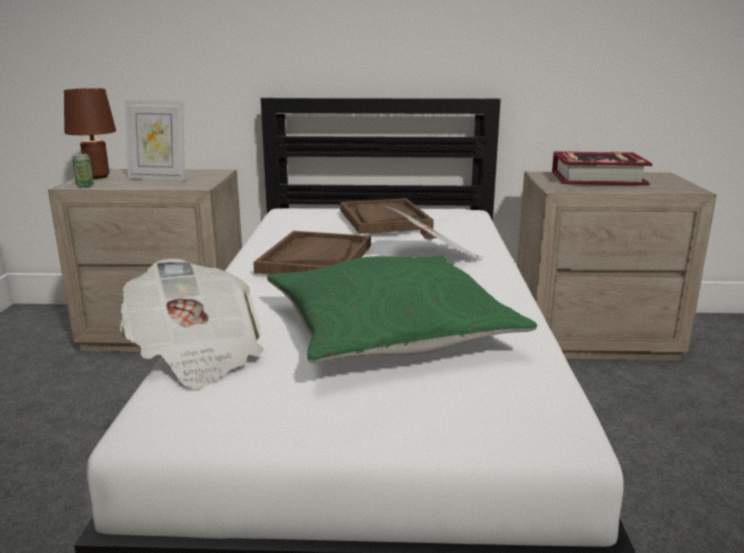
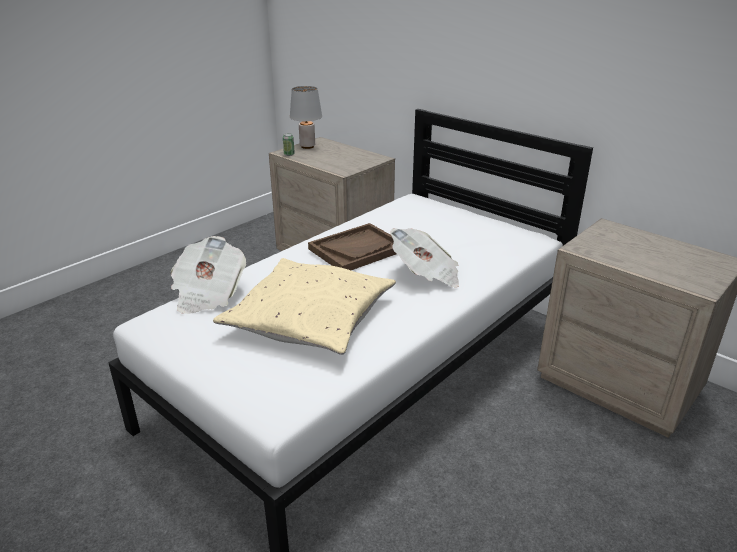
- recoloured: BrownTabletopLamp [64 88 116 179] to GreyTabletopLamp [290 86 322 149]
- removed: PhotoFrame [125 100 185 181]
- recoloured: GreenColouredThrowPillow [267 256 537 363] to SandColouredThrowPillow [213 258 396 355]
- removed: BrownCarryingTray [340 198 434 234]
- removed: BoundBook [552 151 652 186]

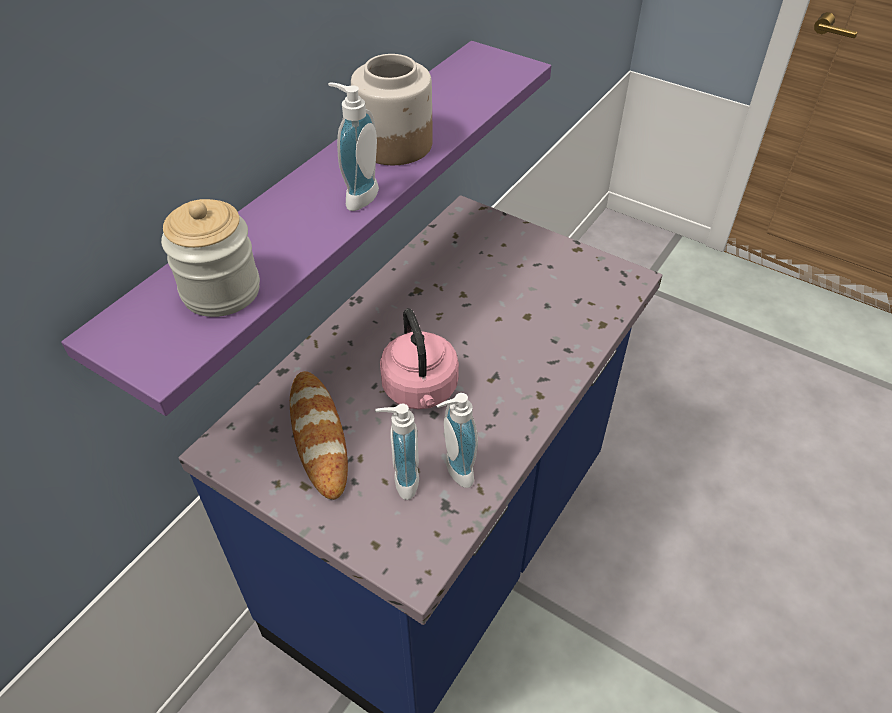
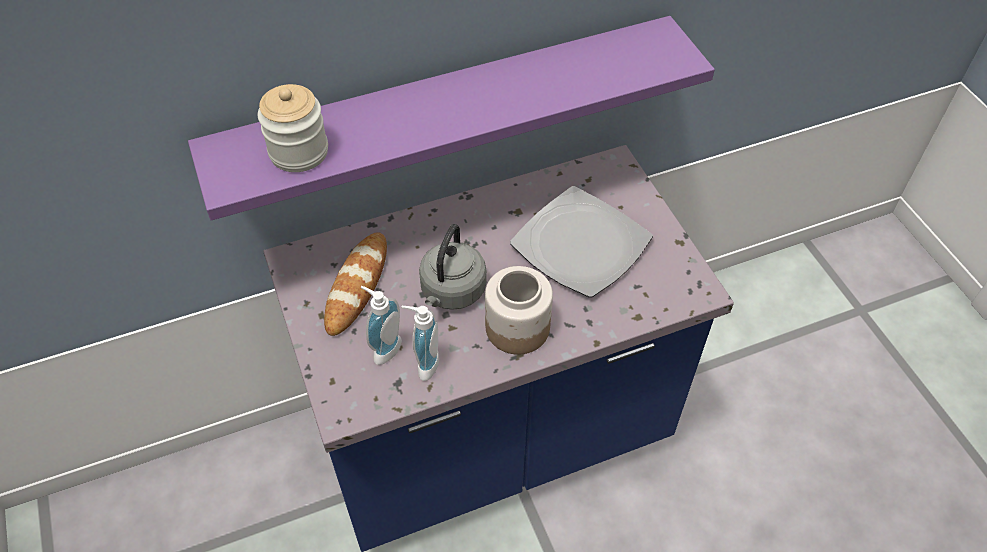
- removed: SoapBottle [328 82 379 211]
- moved: StorageJar [351 54 433 165] to [485 266 553 355]
- recoloured: PinkKettle [380 308 459 409] to GreyKettle [419 224 487 310]
- added: Plate [510 186 653 298]

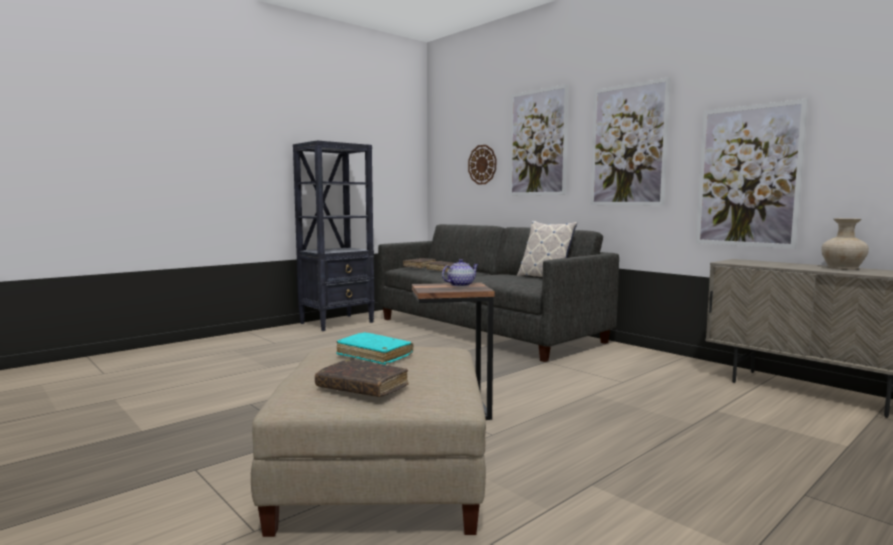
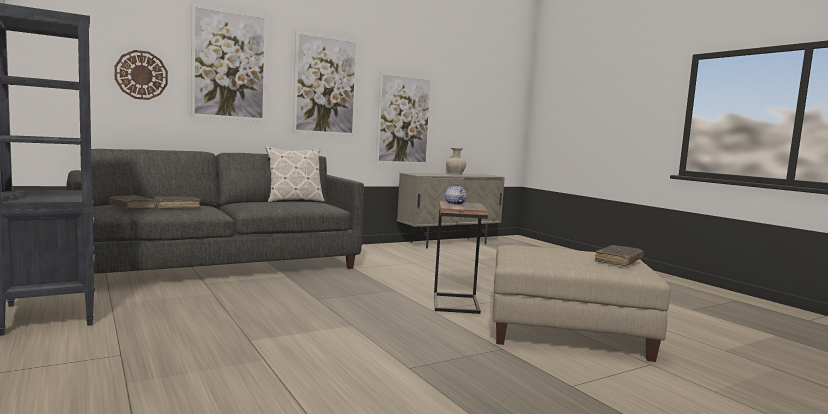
- removed: BlueGreenBoundBook [336 332 413 365]

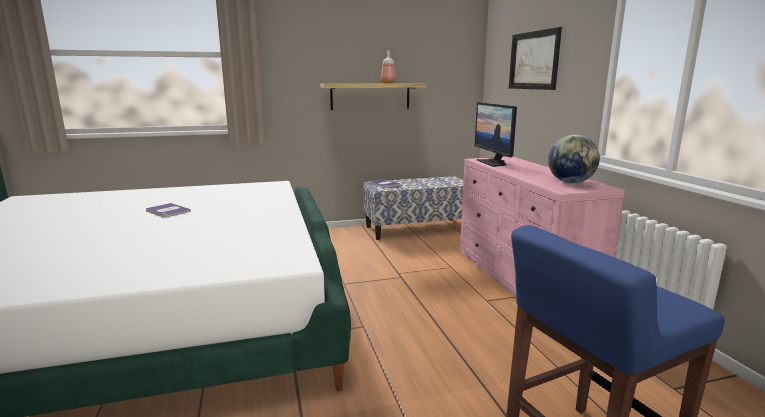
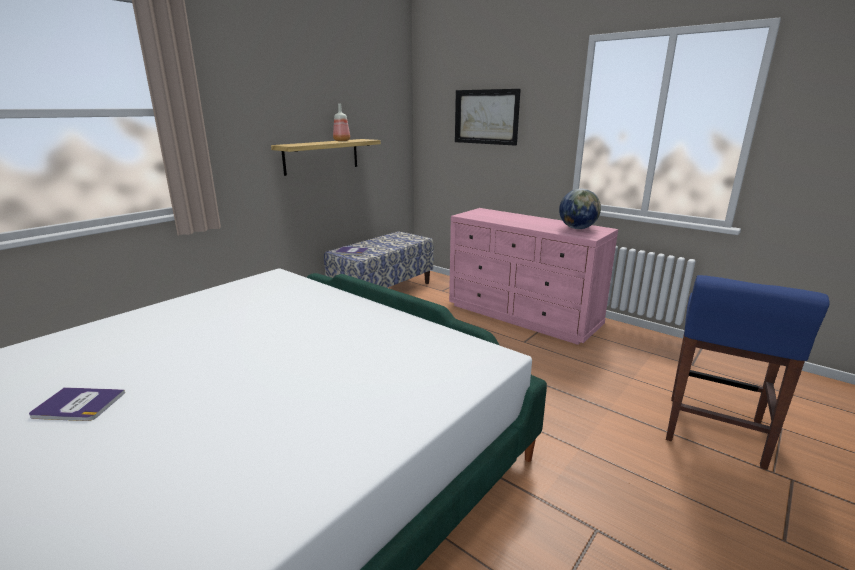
- moved: BoundBook [146 203 191 218] to [29 387 125 421]
- removed: Monitor [475 102 517 167]

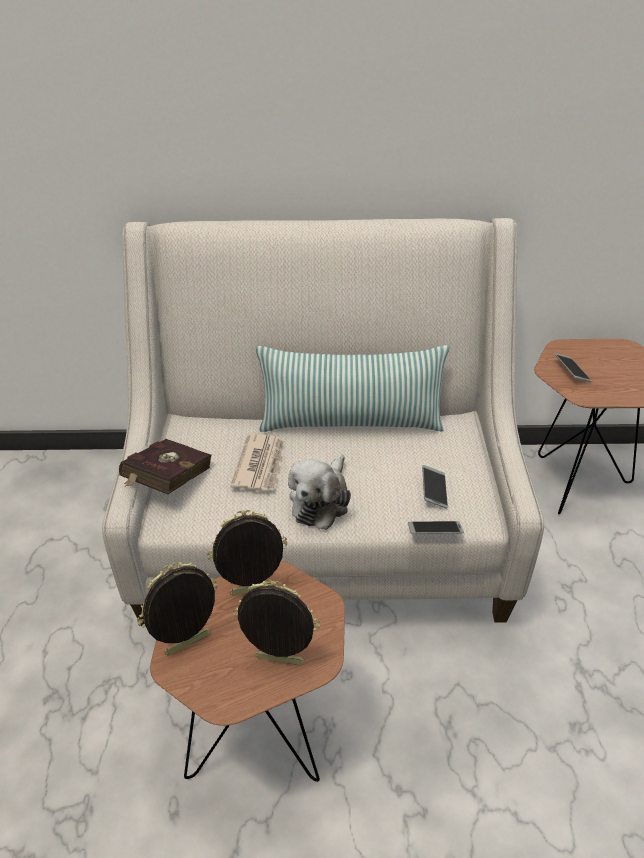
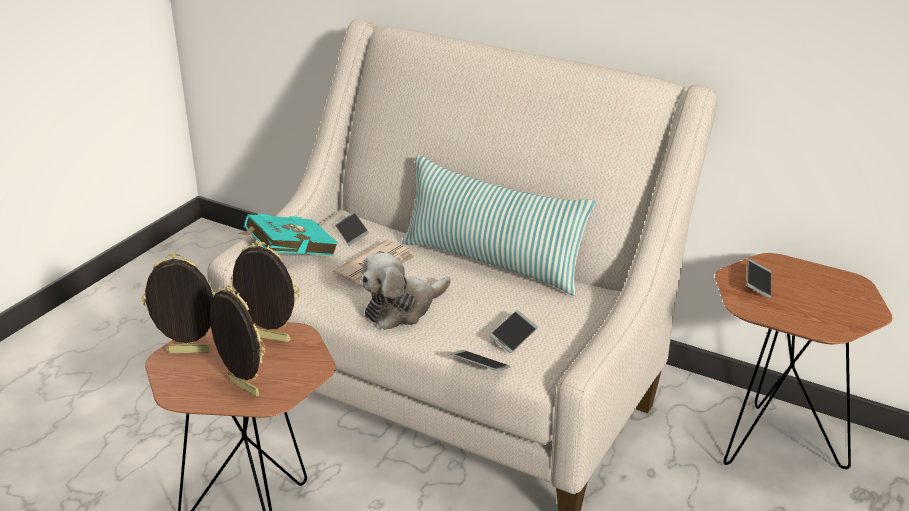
- recoloured: RedColouredBoundBook [119 439 212 495] to BlueGreenBoundBook [238 214 338 256]
- added: Telephone [335 212 369 246]

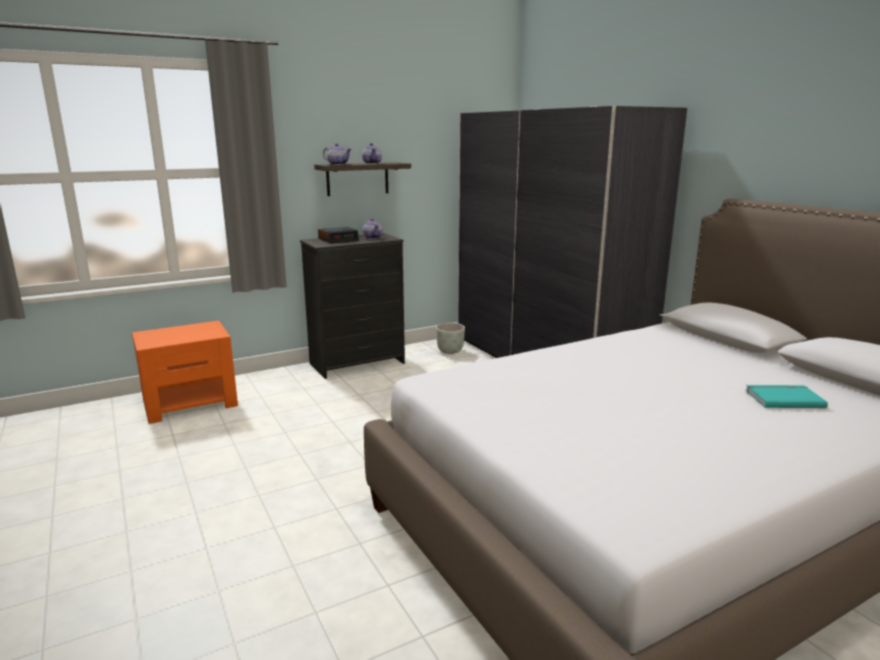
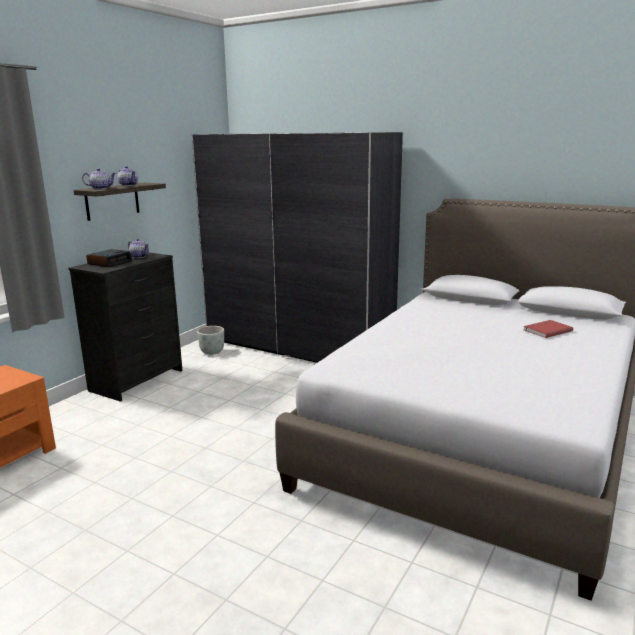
- recoloured: BlueGreenBoundBook [745 385 828 408] to RedColouredBoundBook [524 320 573 338]

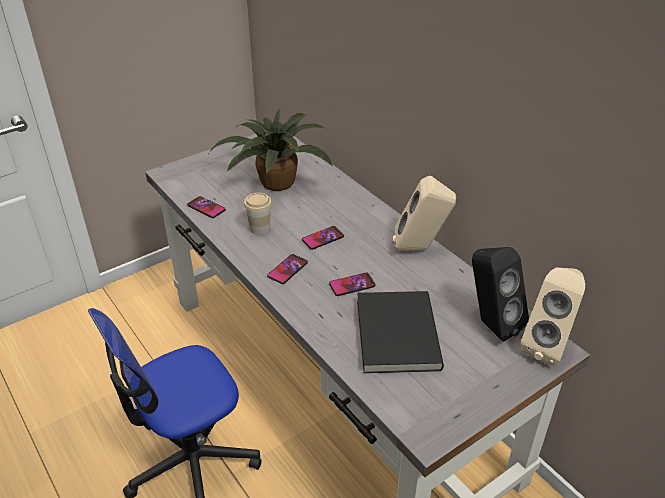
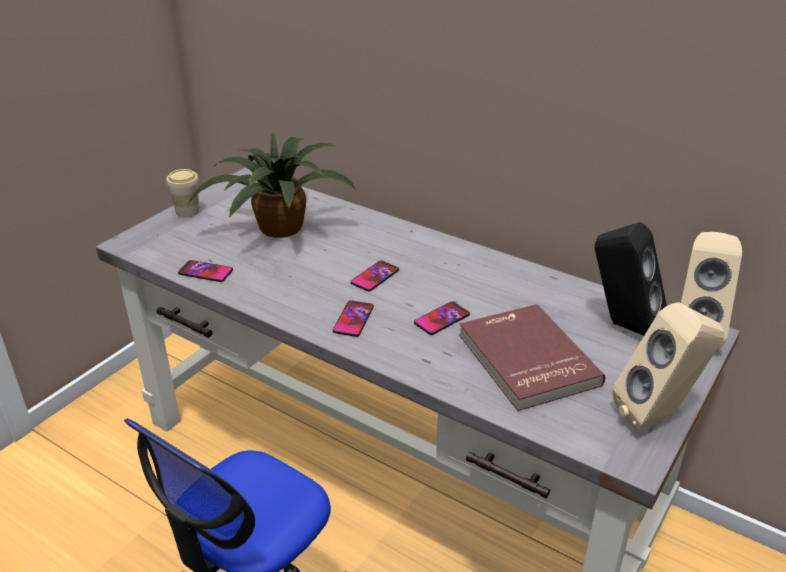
- moved: DrinkingCup [244 193 272 235] to [166 169 199 217]
- recoloured: BlackishBoundBook [357 291 444 373] to RedColouredBoundBook [459 304 605 411]
- moved: SandColouredAudioSpeaker [393 176 456 251] to [612 302 724 430]

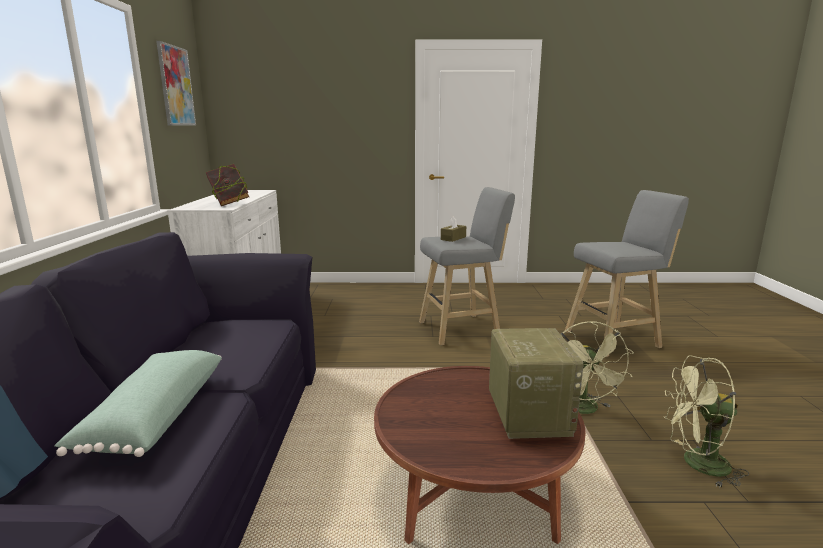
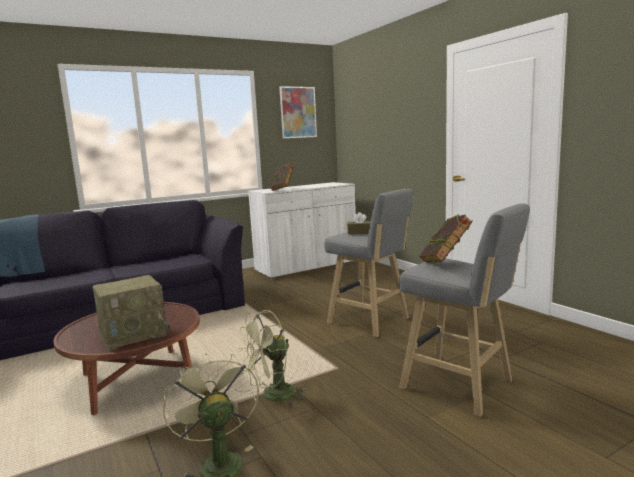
- removed: GreenColouredThrowPillow [54 350 222 457]
- added: BoundBook [419 214 473 263]

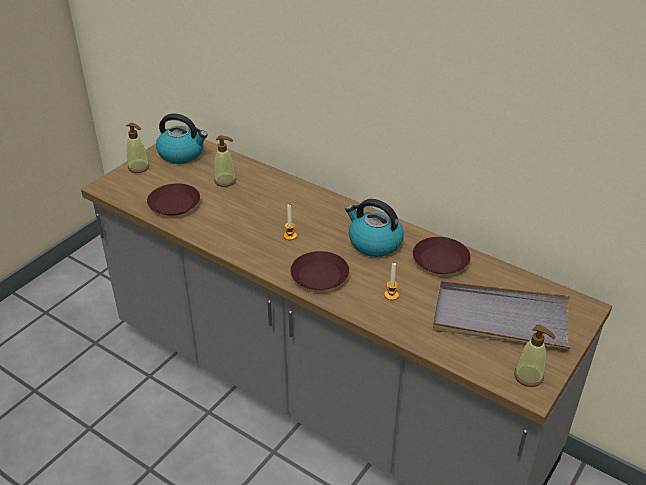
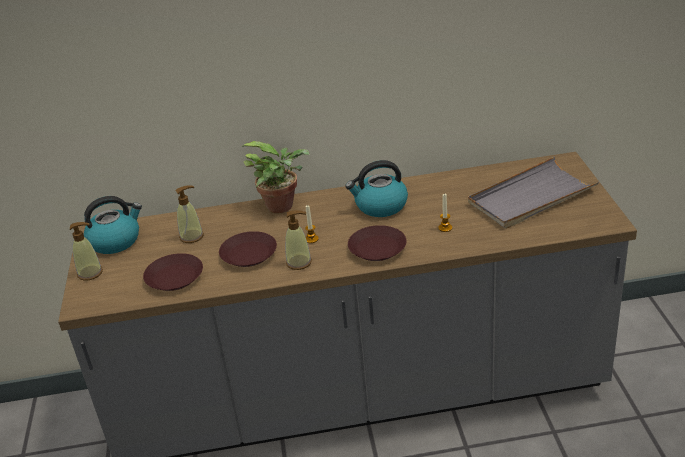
- moved: BrownPlate [413 237 471 274] to [219 231 277 267]
- moved: SoapBottle [514 324 556 387] to [285 210 312 270]
- added: PlantInAPot [242 141 310 213]

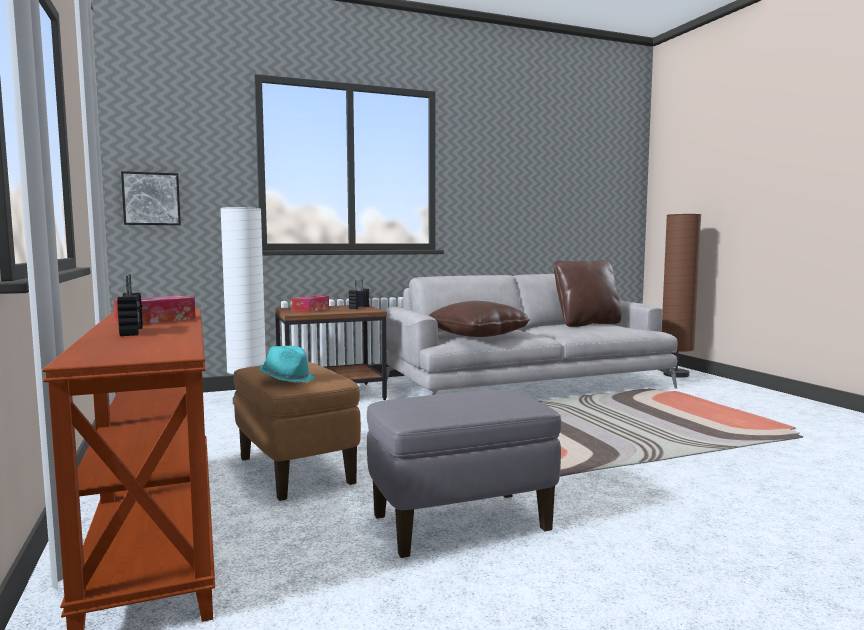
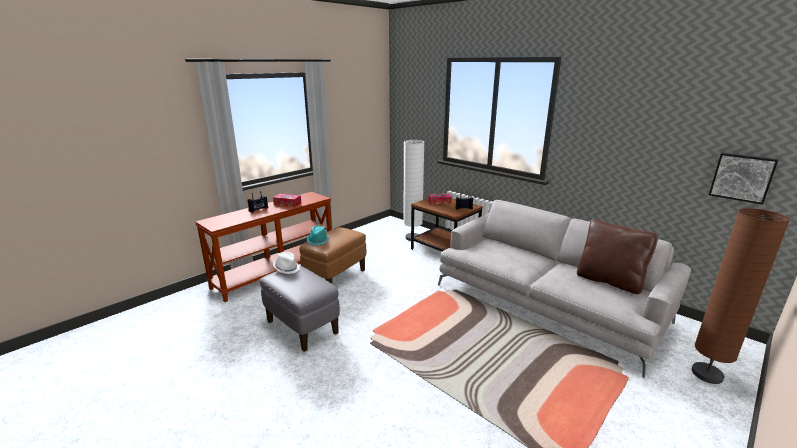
- moved: WallArt [121 171 181 225] to [709 153 779 205]
- removed: BrownThrowPillow [429 301 530 337]
- added: WhiteColouredHat [273 252 300 274]

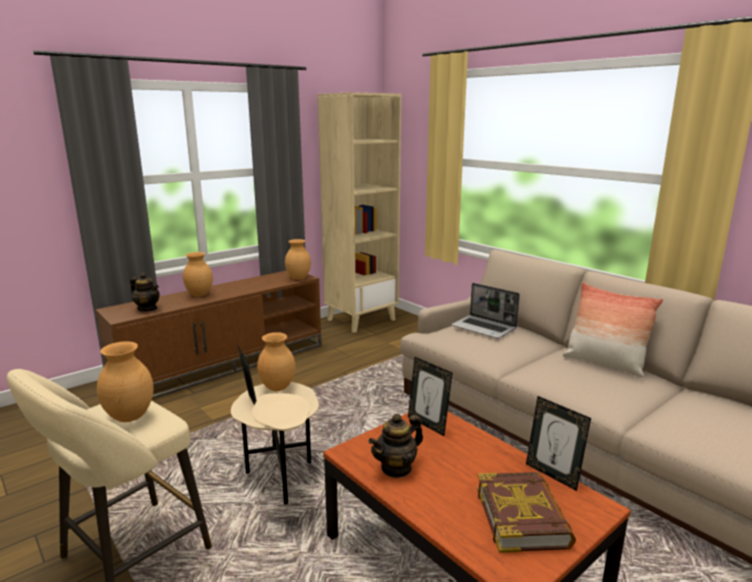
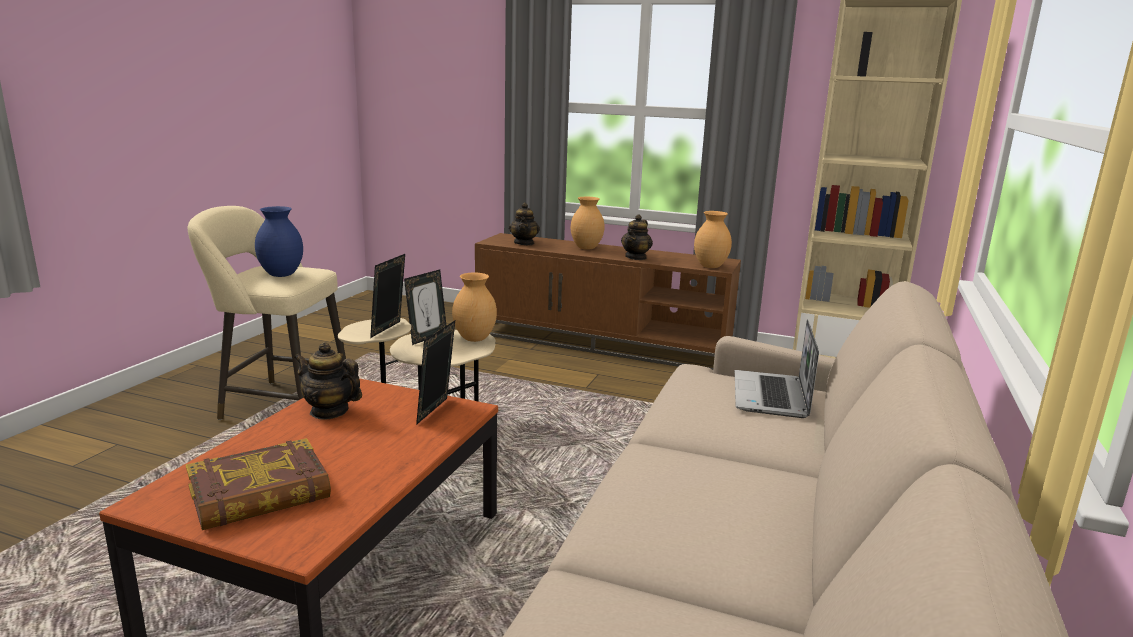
- recoloured: BrownVase [97 341 154 422] to BluishVase [255 206 303 277]
- moved: PhotoFrame [526 396 591 491] to [370 254 405 338]
- removed: ThrowPillow [563 282 663 378]
- added: TeaPot [621 214 653 260]

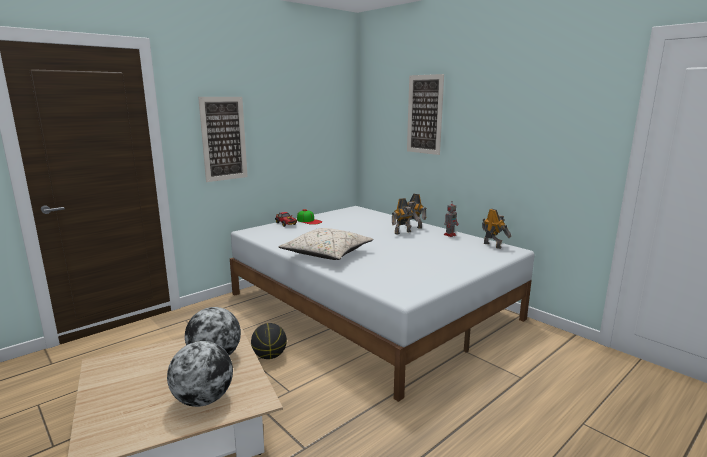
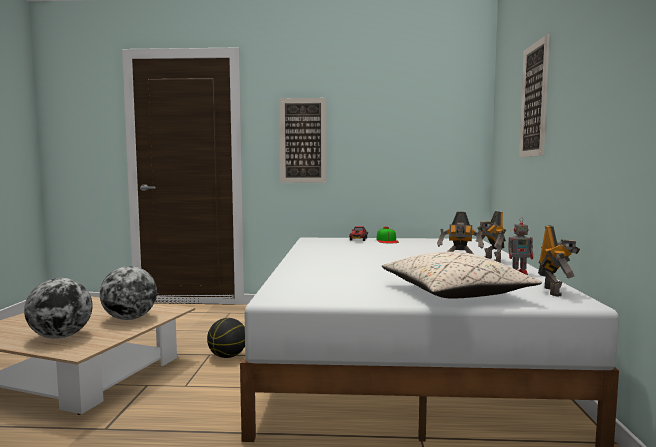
- moved: SandColouredThrowPillow [279 228 373 260] to [382 252 542 299]

